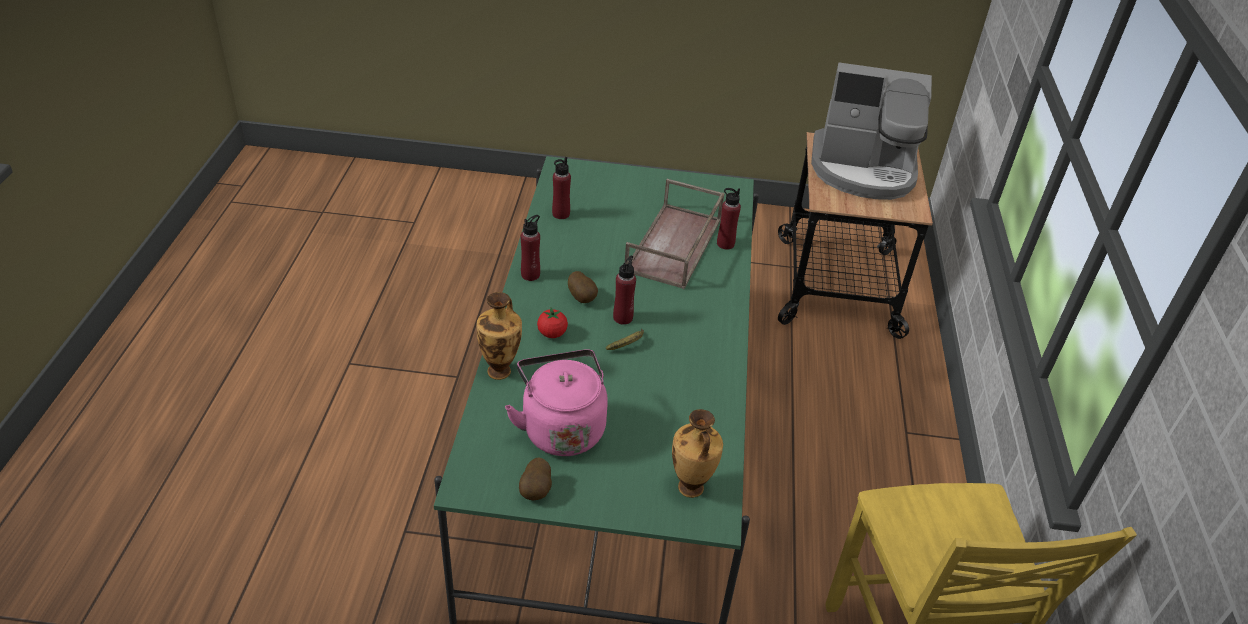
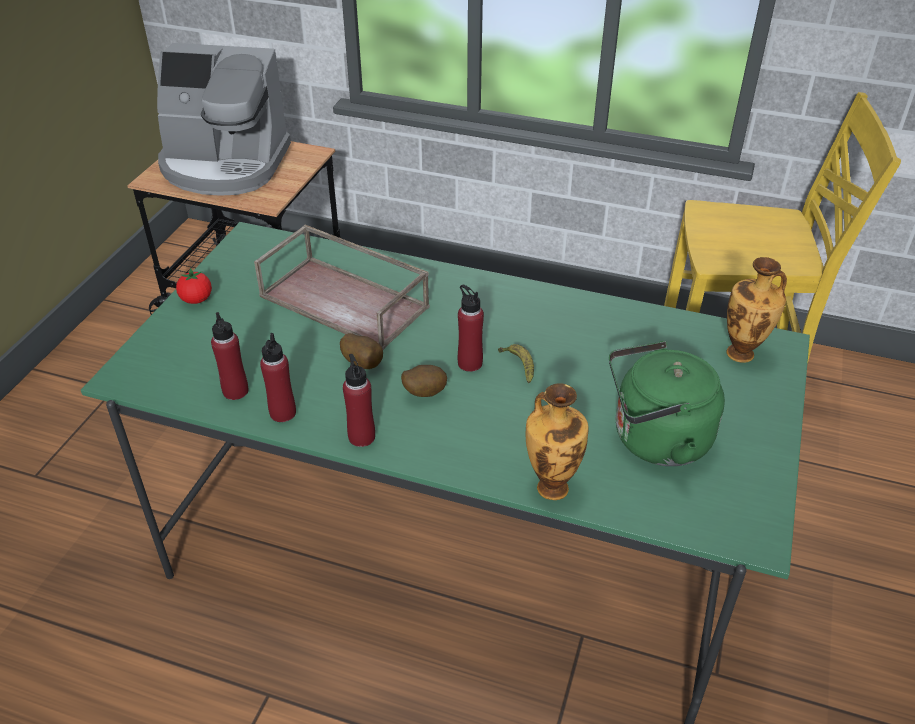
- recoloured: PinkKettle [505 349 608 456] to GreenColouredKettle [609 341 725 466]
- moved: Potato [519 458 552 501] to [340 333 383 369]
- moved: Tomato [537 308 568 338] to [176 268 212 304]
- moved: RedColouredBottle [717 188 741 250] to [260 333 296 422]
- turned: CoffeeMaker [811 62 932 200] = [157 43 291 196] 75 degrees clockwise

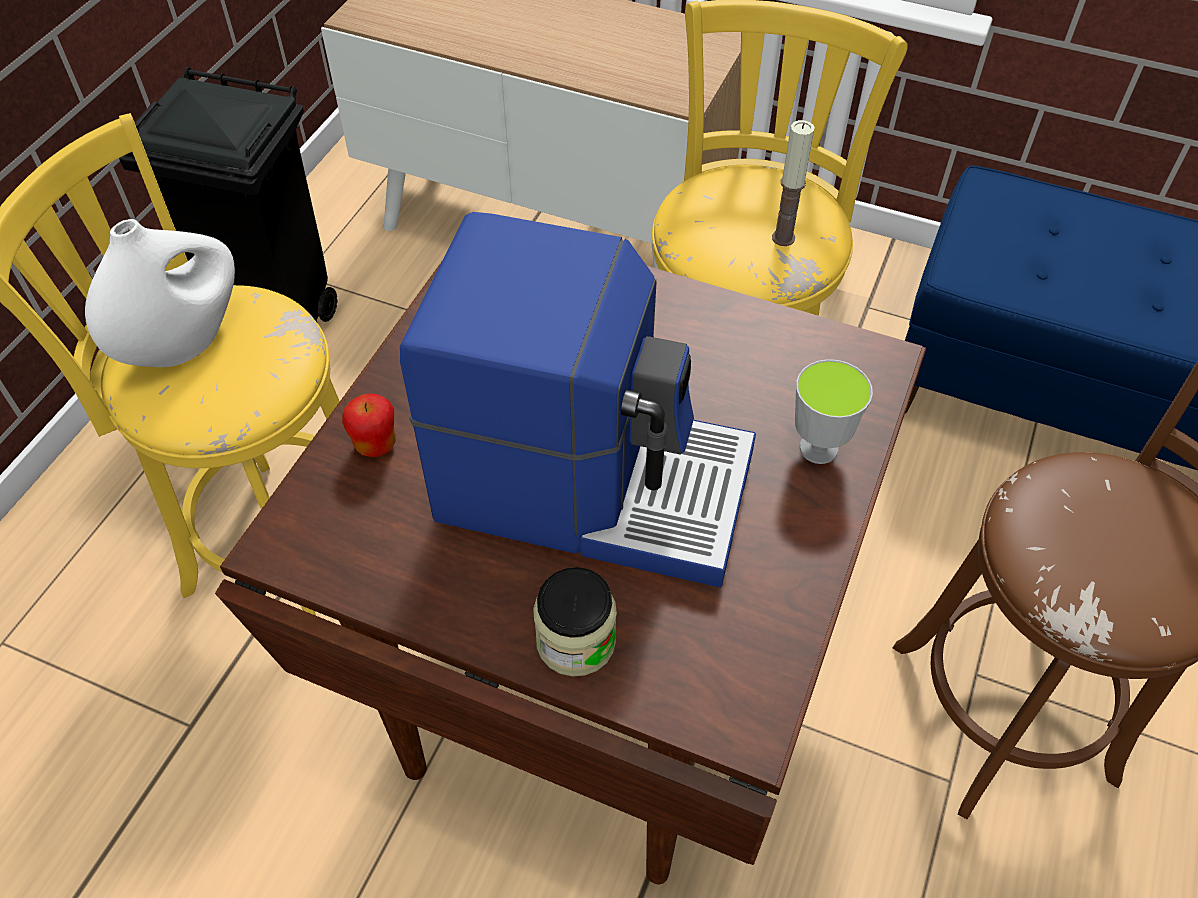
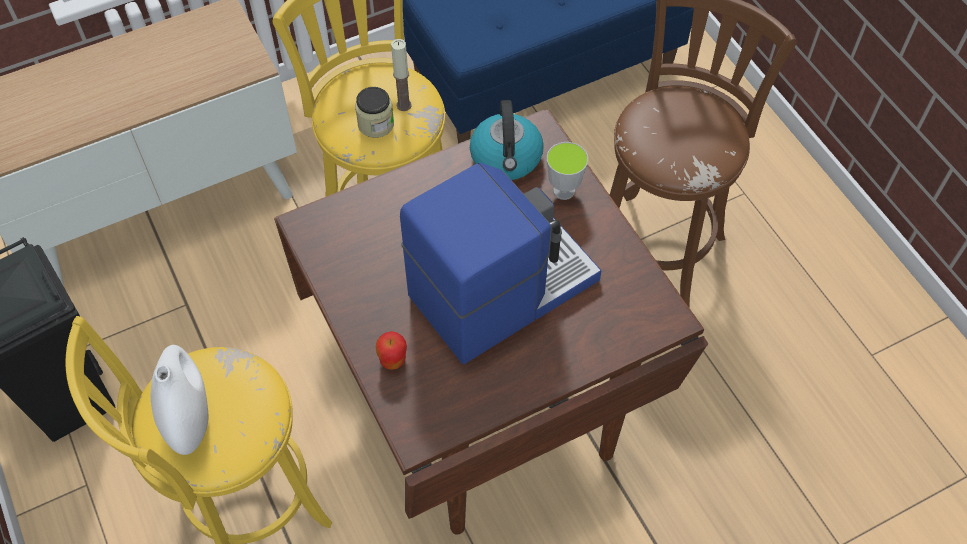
- moved: StorageJar [533 567 617 676] to [355 87 394 138]
- added: Kettle [470 100 544 180]

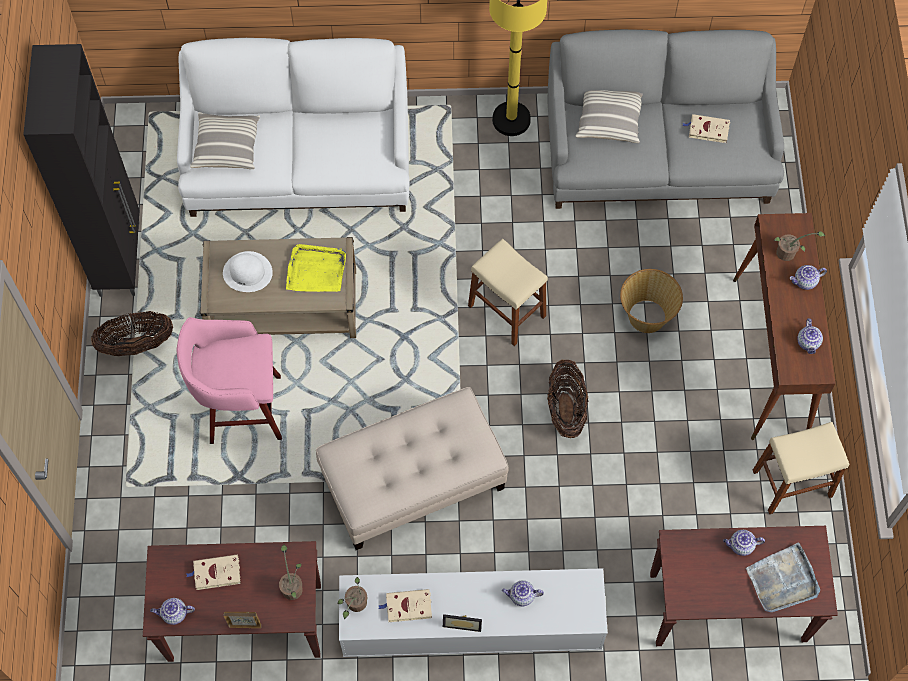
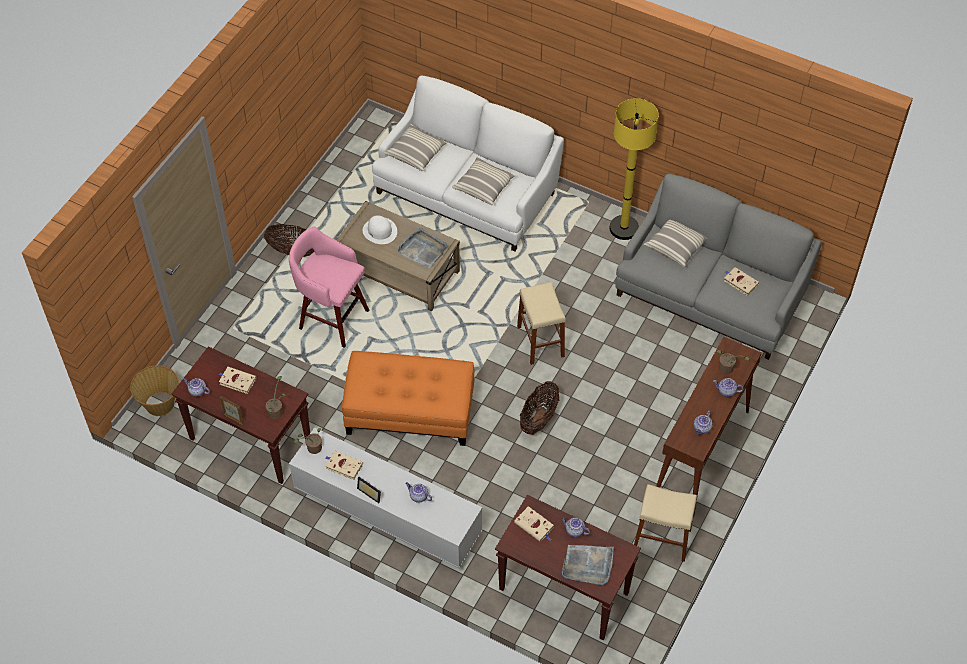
- removed: BlackishCupboard [23 44 140 297]
- recoloured: YellowColouredCarryingTray [286 244 346 292] to GreyCarryingTray [396 228 448 268]
- recoloured: SandColouredPouffe [316 387 509 550] to OrangeColouredPouffe [342 351 475 446]
- moved: Basket [620 269 683 333] to [130 365 179 416]
- added: ThrowPillow [452 157 516 206]
- added: SandColouredBoundBook [514 506 554 542]

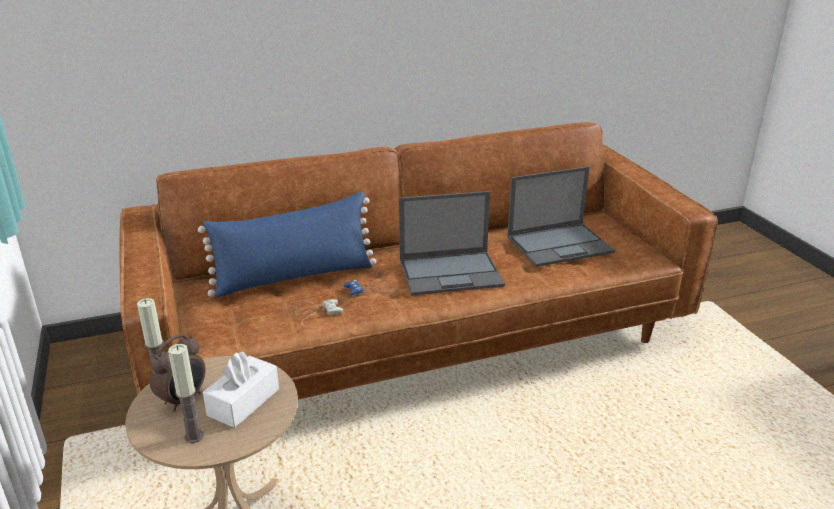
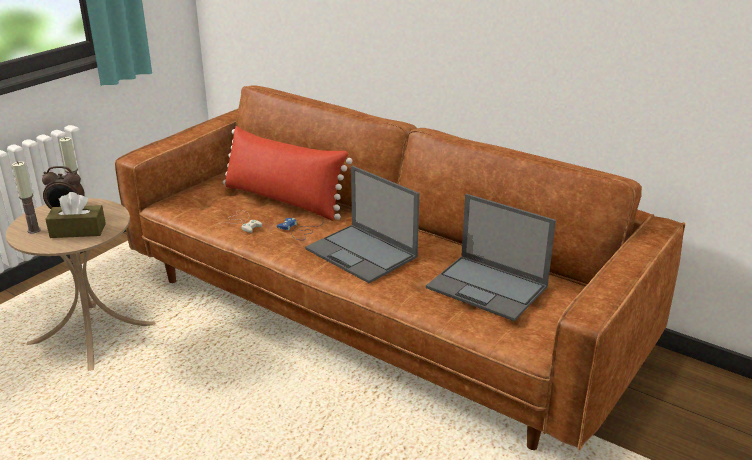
- recoloured: BluishThrowPillow [198 192 376 297] to RedColouredThrowPillow [223 126 352 221]
- recoloured: WhiteColouredTissueHolder [203 352 279 428] to BrownTissueHolder [45 192 106 238]

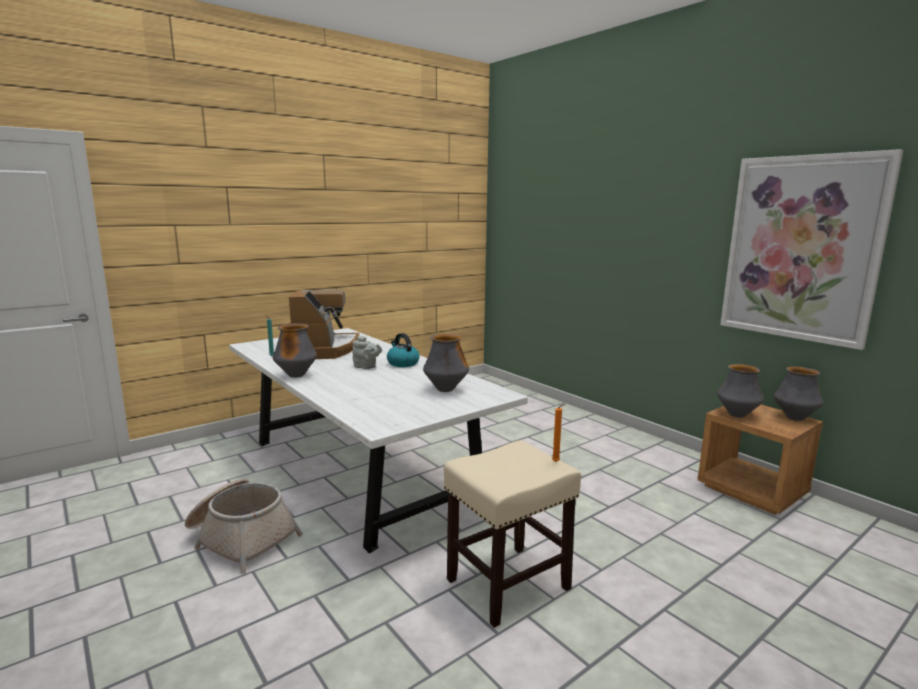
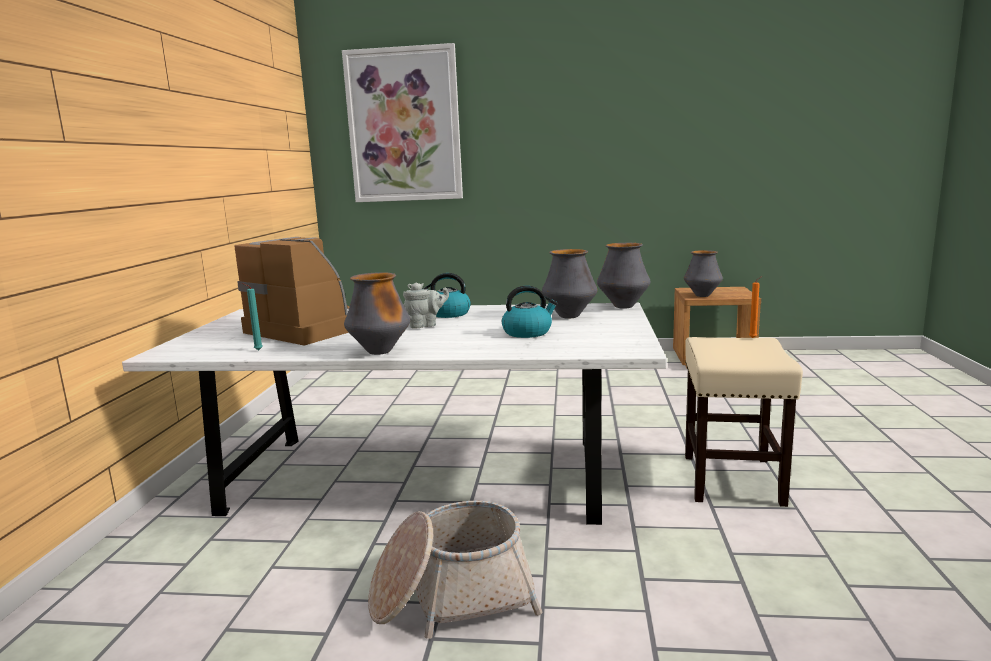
- moved: WallArt [720 149 903 350] to [342 43 463 202]
- moved: Vase [774 367 823 421] to [597 243 651 309]
- added: Kettle [502 286 558 338]

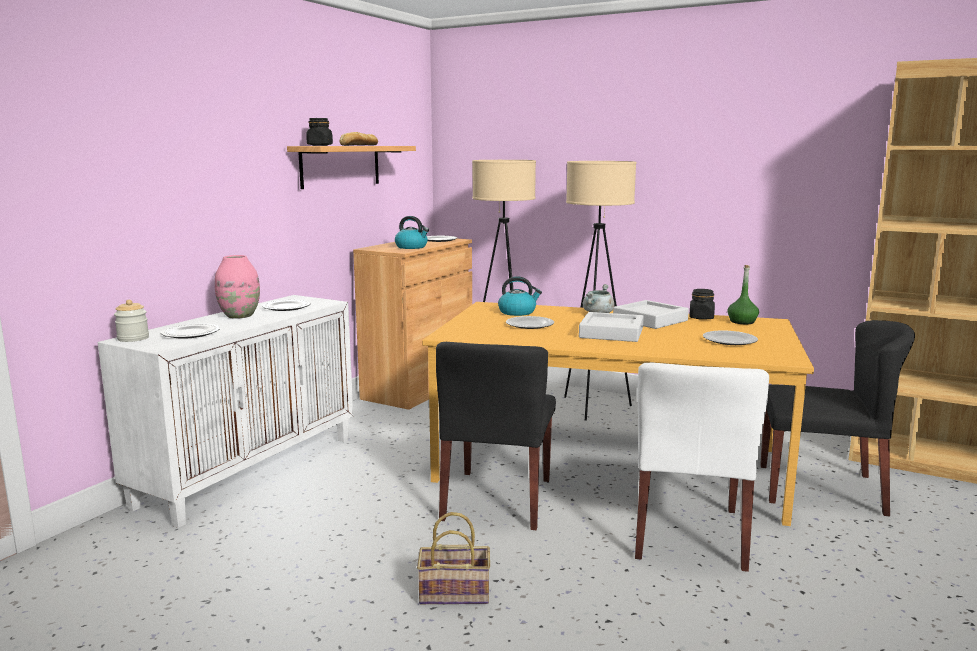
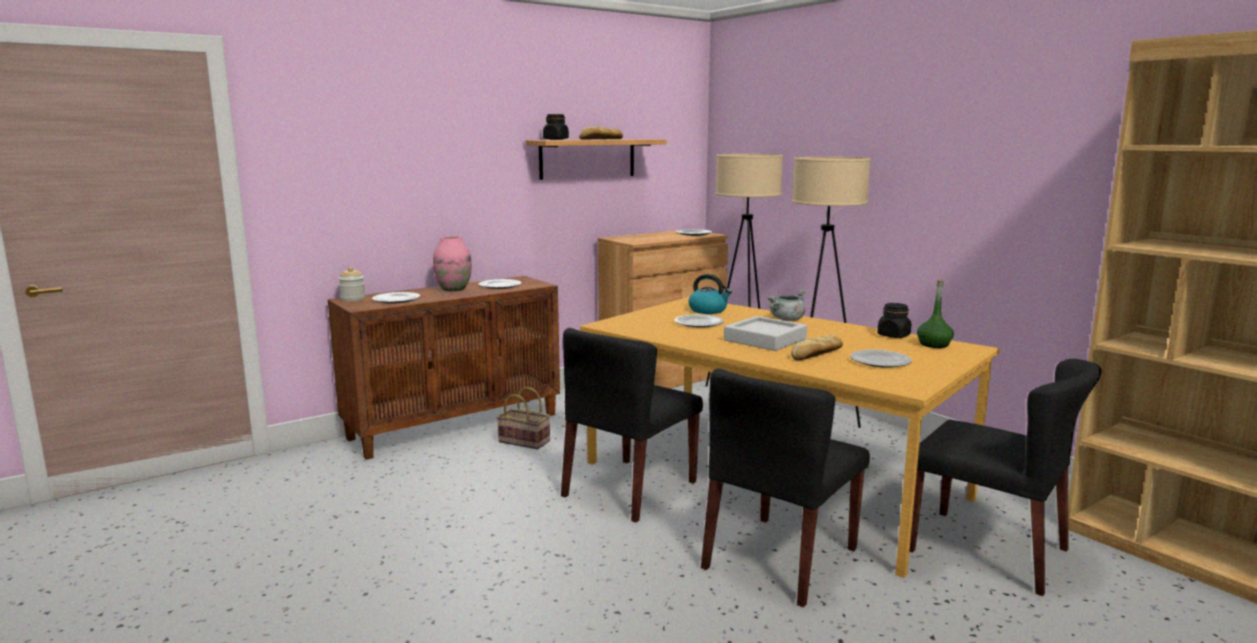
- recoloured: WhiteColouredCupboard [98 295 353 528] to BrownCupboard [328 276 560 460]
- removed: Kettle [395 216 429 249]
- moved: Basket [417 512 490 604] to [497 387 550 449]
- removed: GreyCarryingTray [613 300 689 329]
- recoloured: WhiteColouredChair [635 362 769 572] to BlackishChair [701 368 870 607]
- added: BakeryBread [791 335 843 360]

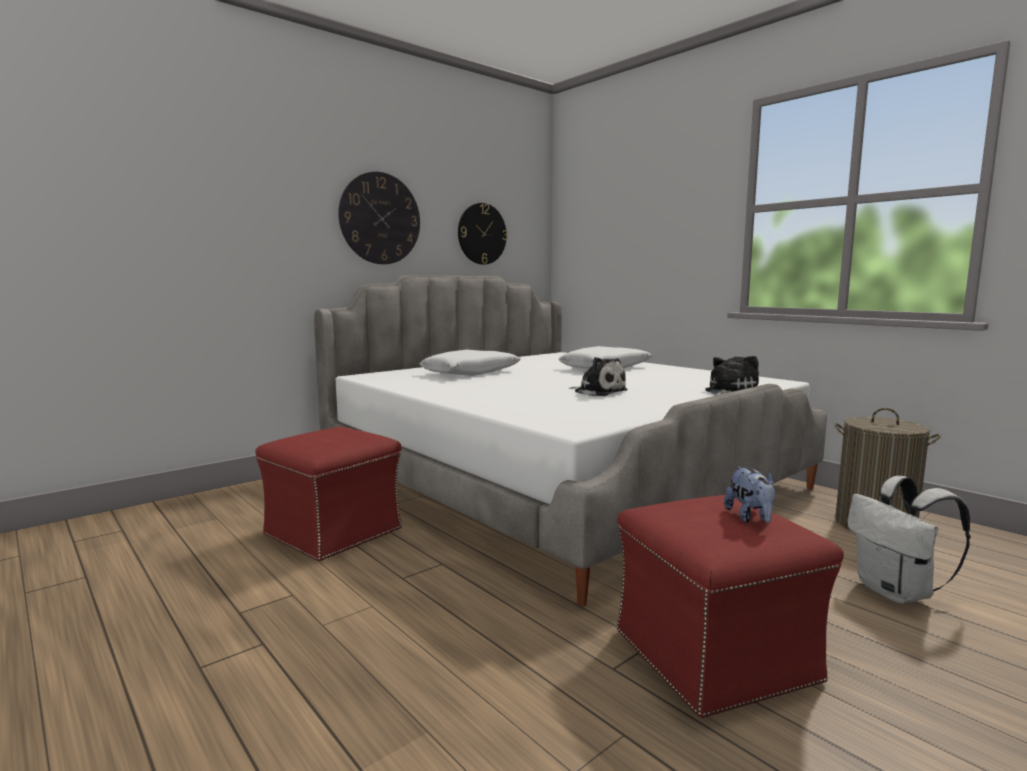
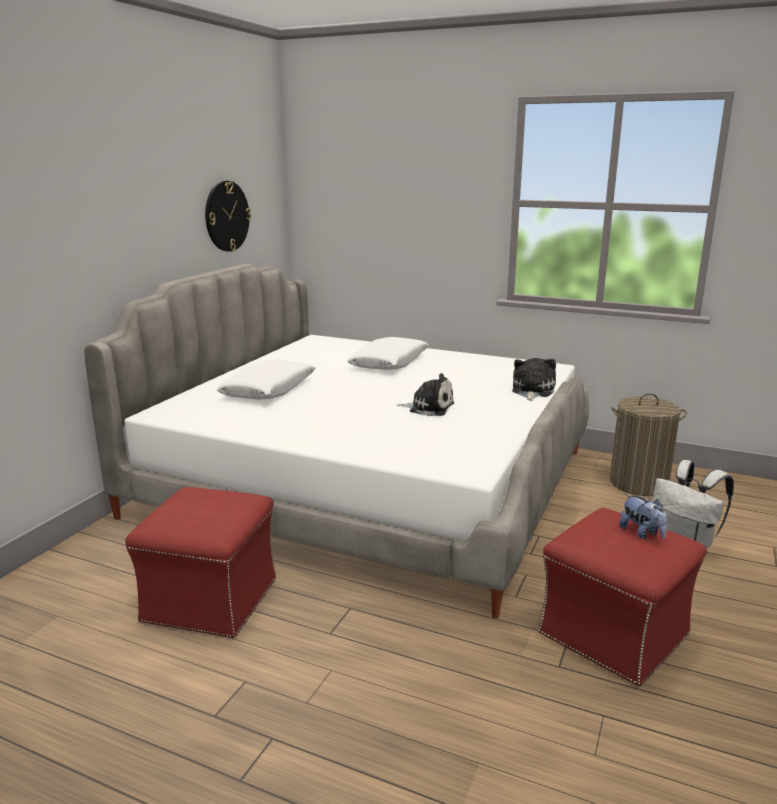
- removed: HangingClock [338 172 420 264]

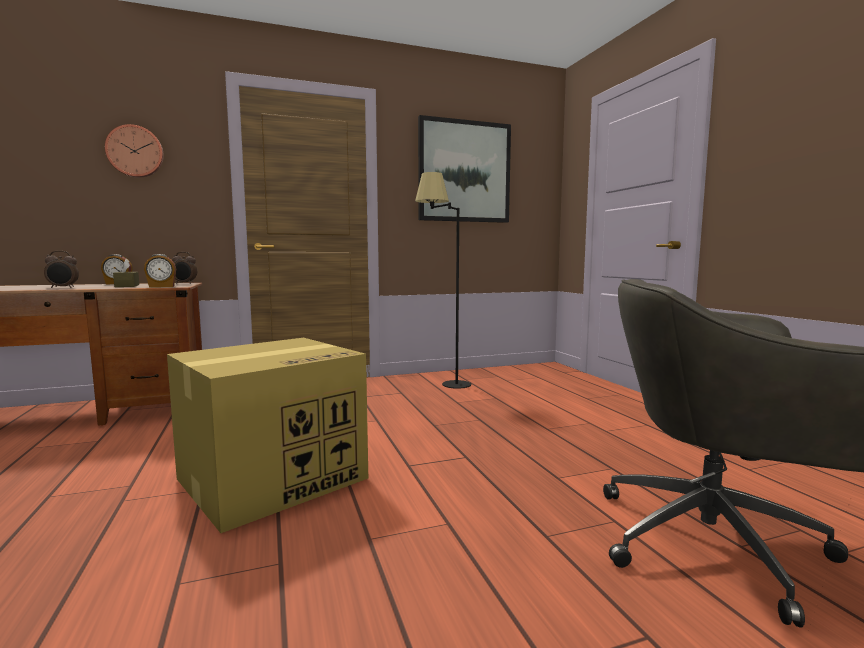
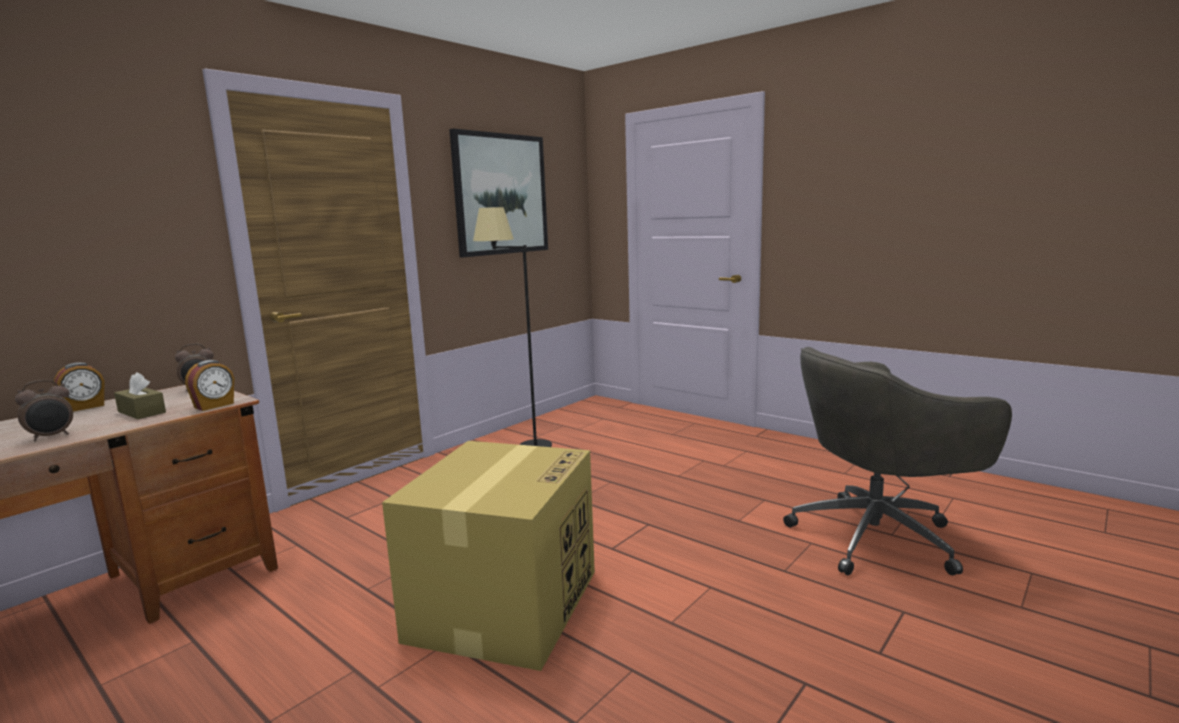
- removed: HangingClock [105 124 164 178]

